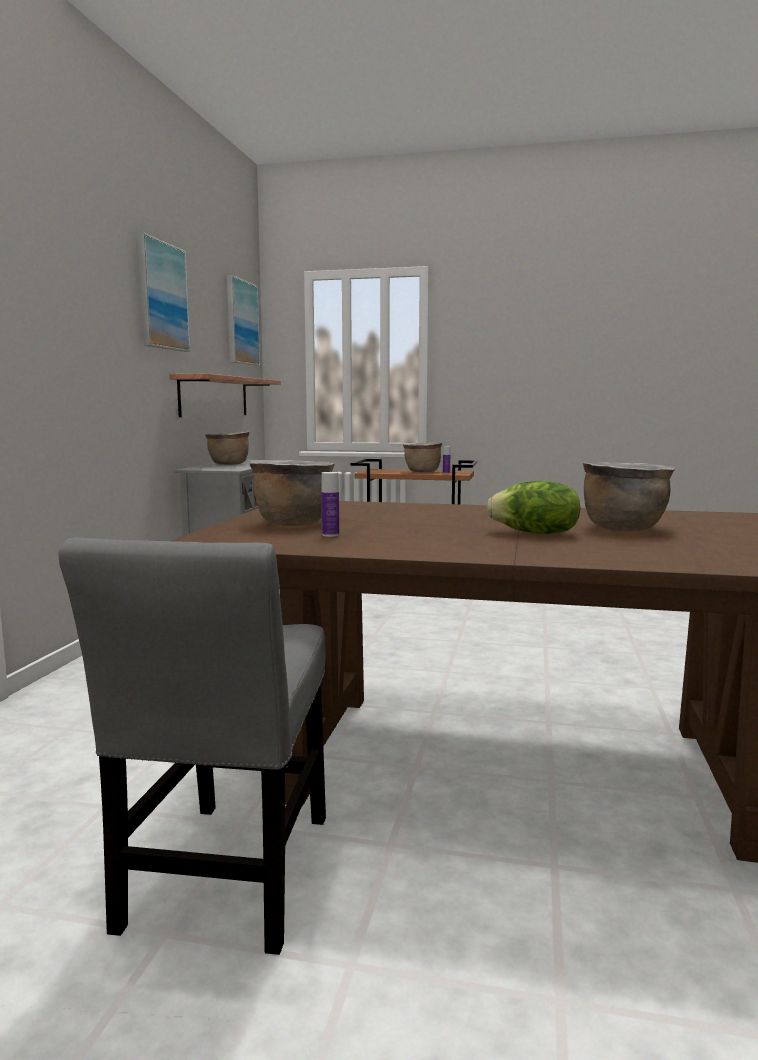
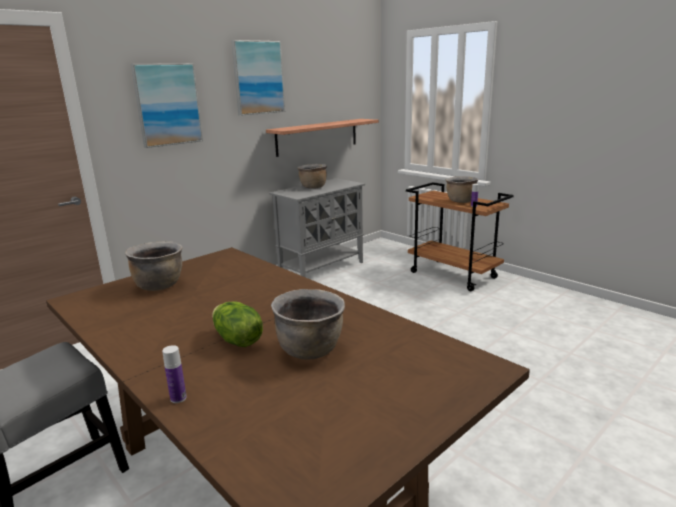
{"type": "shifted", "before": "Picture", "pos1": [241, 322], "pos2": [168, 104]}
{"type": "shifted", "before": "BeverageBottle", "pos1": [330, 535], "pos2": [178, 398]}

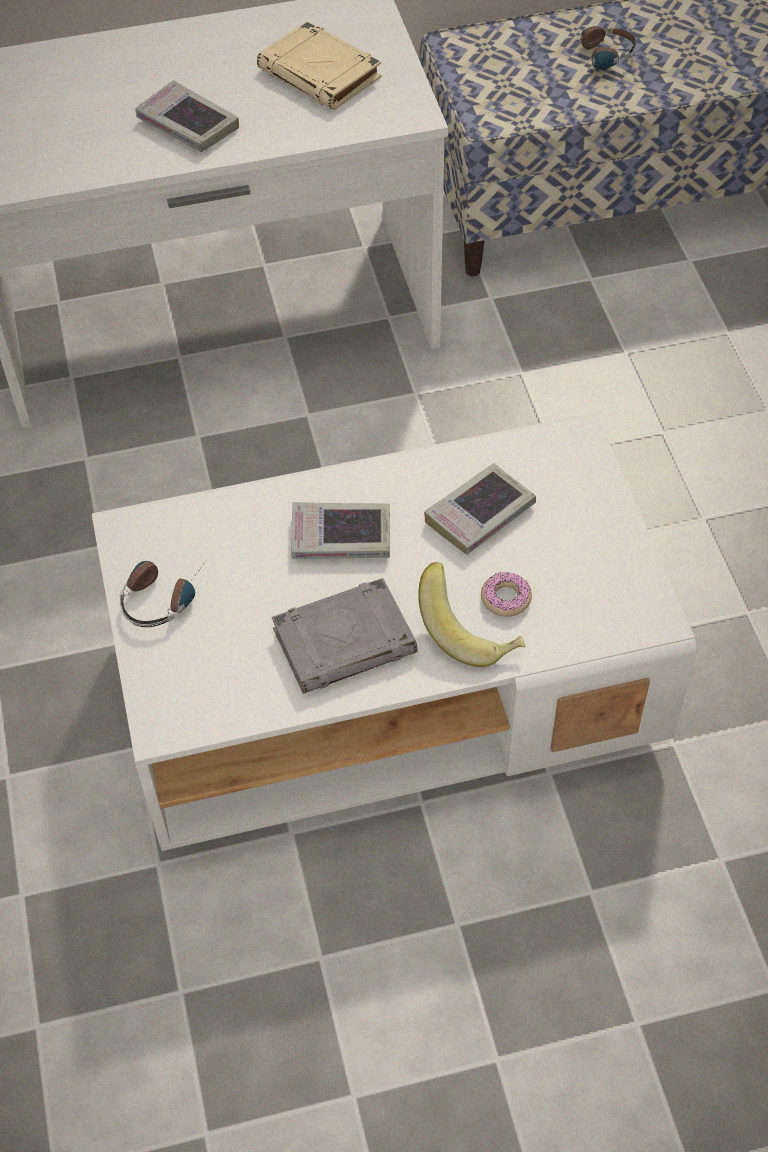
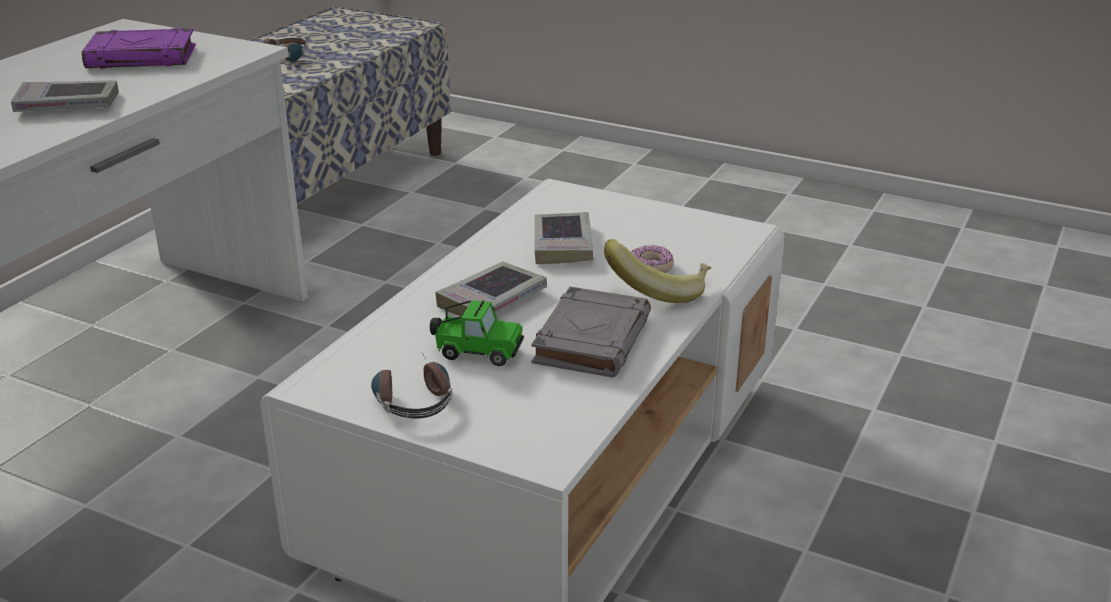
{"type": "repainted", "before": "BeigeColouredVolume", "after": "PurpleVolume", "pos1": [321, 74], "pos2": [143, 57]}
{"type": "new", "after": "MiniatureCar", "pos2": [475, 352]}

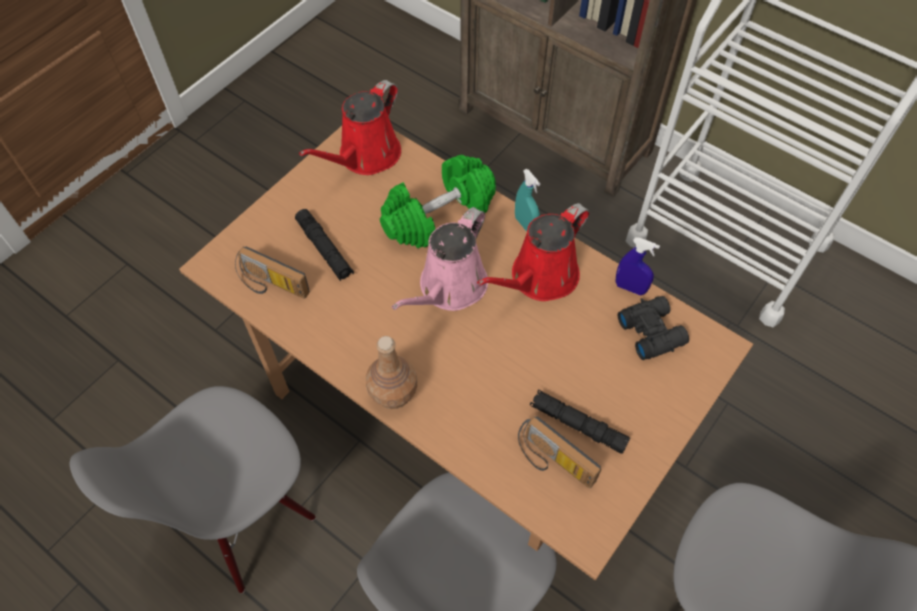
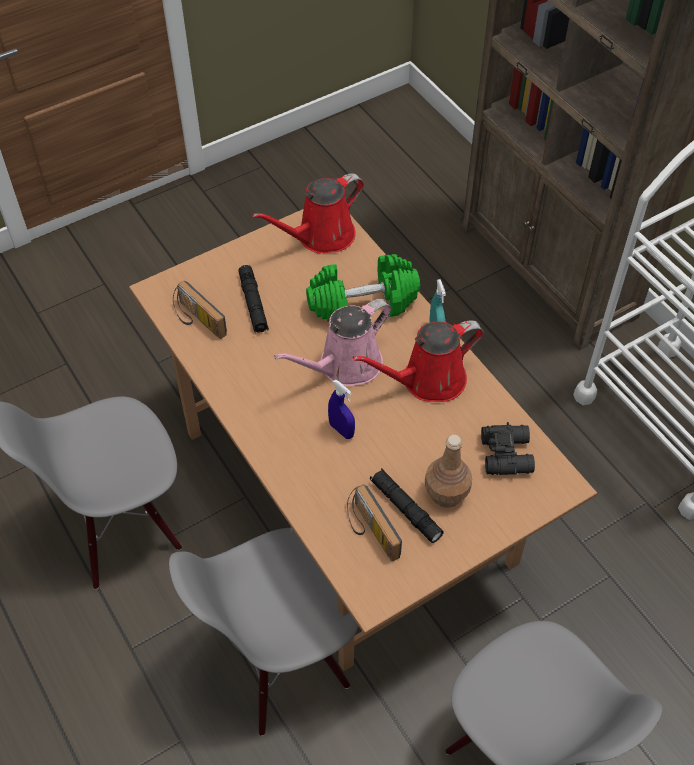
{"type": "shifted", "before": "BluishHandSprayer", "pos1": [630, 288], "pos2": [341, 430]}
{"type": "shifted", "before": "BrownColouredBeverageBottle", "pos1": [394, 393], "pos2": [447, 494]}

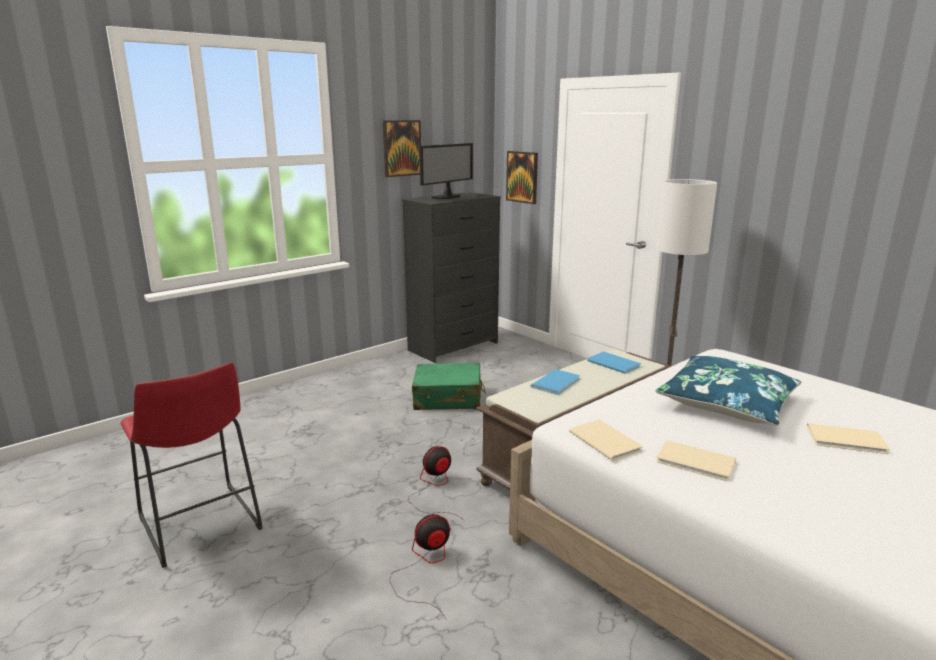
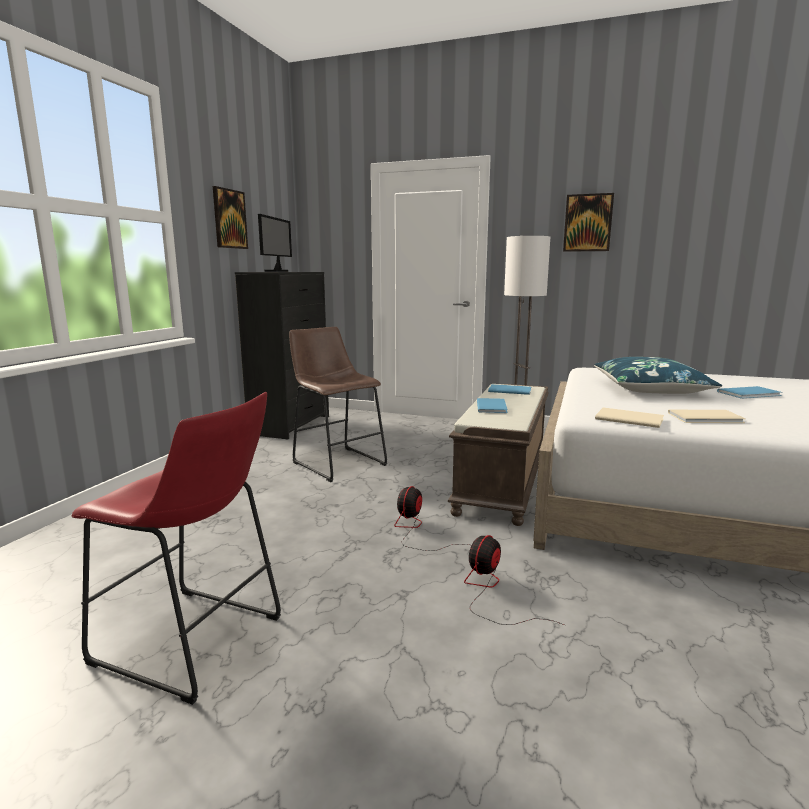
{"type": "swapped", "before": "GreenishPieceOfLuggage", "after": "BrownColouredStool", "pos1": [448, 398], "pos2": [337, 462]}
{"type": "shifted", "before": "Picture", "pos1": [522, 177], "pos2": [588, 223]}
{"type": "repainted", "before": "BeigeColouredVolume", "after": "BluishVolume", "pos1": [848, 441], "pos2": [751, 394]}

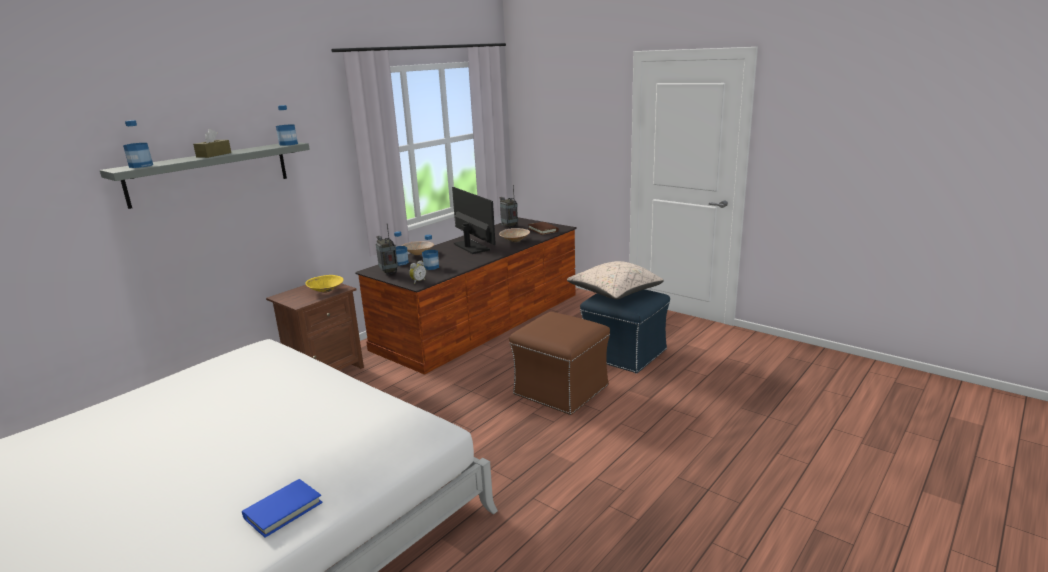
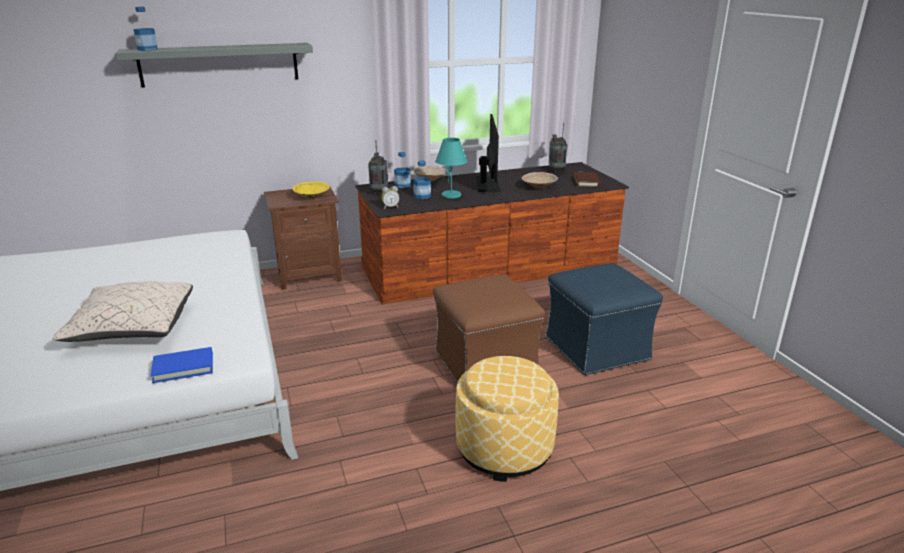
{"type": "shifted", "before": "BeigeColouredPillow", "pos1": [614, 293], "pos2": [133, 328]}
{"type": "shifted", "before": "BluishVolume", "pos1": [283, 510], "pos2": [183, 367]}
{"type": "new", "after": "BlueGreenLampForATable", "pos2": [451, 196]}
{"type": "new", "after": "Footrest", "pos2": [504, 448]}
{"type": "gone", "before": "BrownColouredTissueBox", "pos1": [214, 155]}
{"type": "gone", "before": "BeverageBottle", "pos1": [288, 144]}

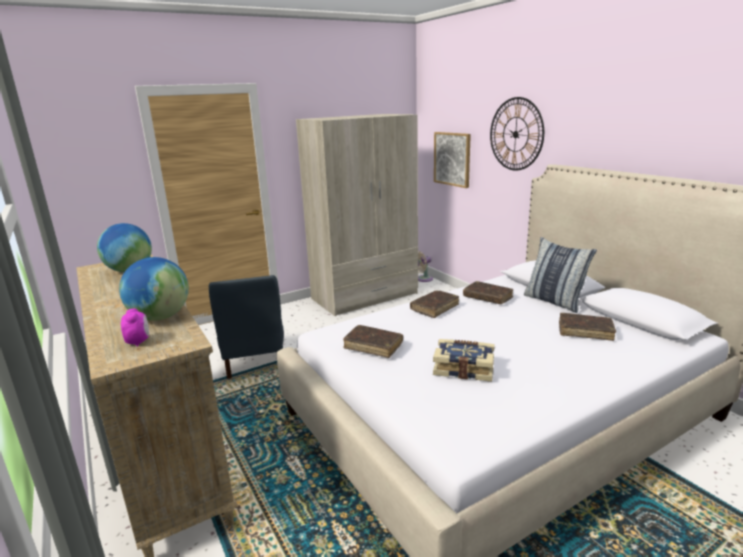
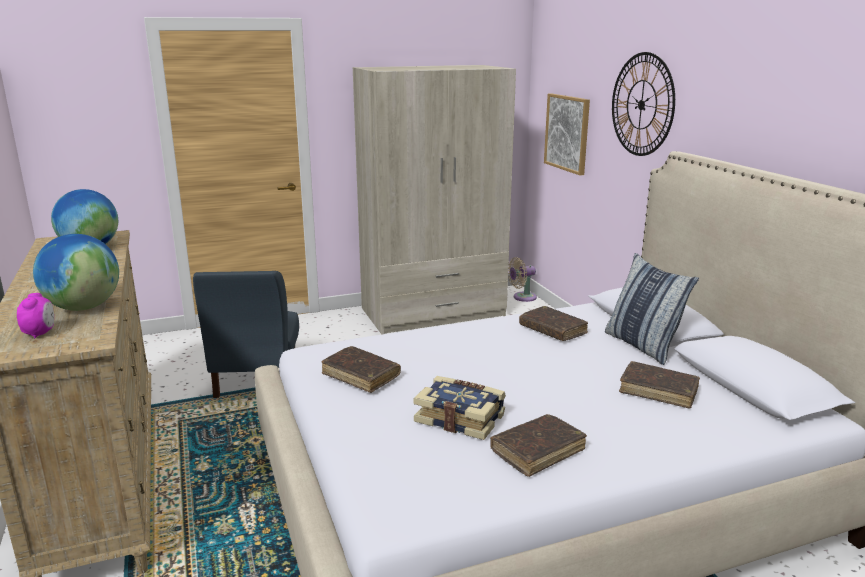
{"type": "shifted", "before": "BrownColouredVolume", "pos1": [434, 308], "pos2": [537, 451]}

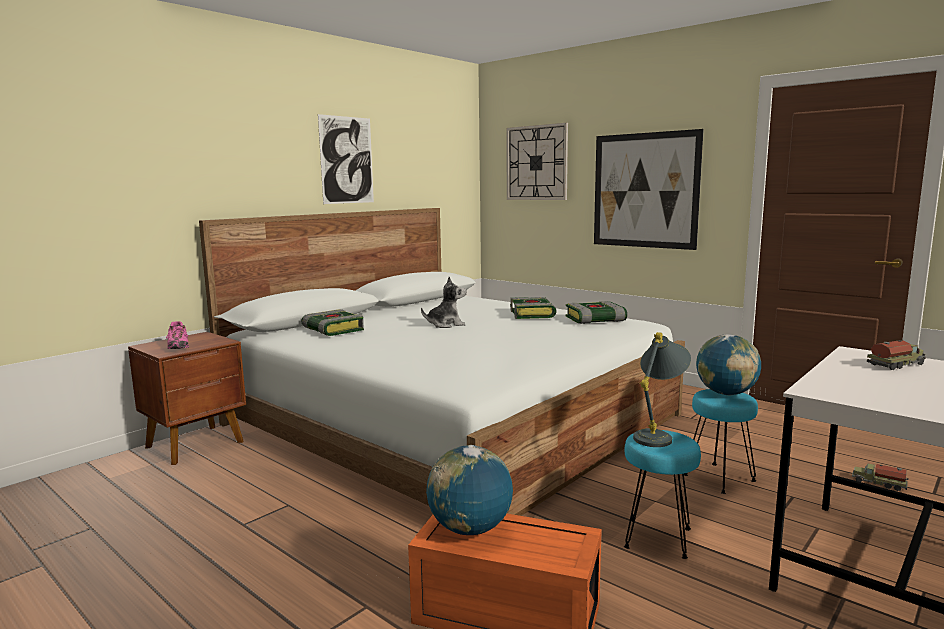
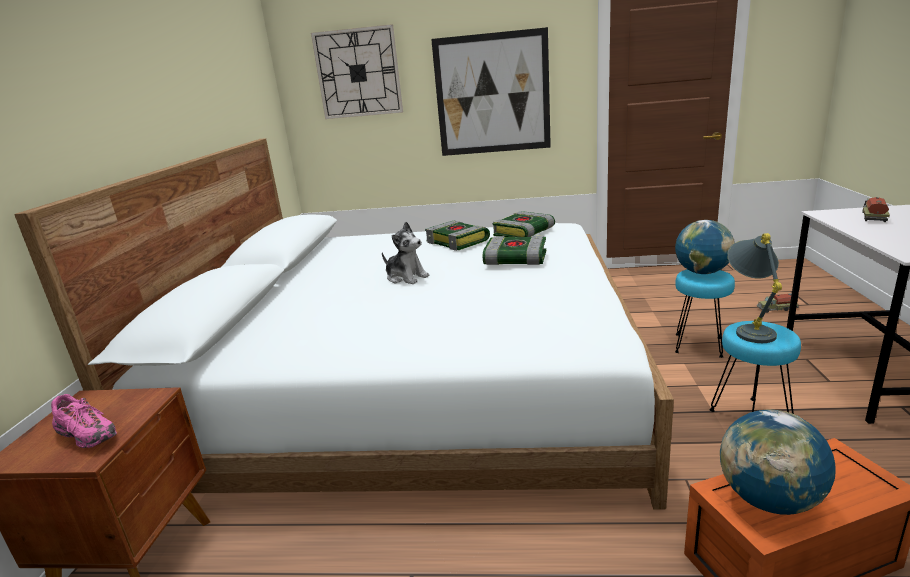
{"type": "rotated", "before": "PlushToy", "pos1": [446, 325], "pos2": [406, 277], "turn": 90}
{"type": "shifted", "before": "Volume", "pos1": [332, 330], "pos2": [514, 260]}
{"type": "gone", "before": "Picture", "pos1": [347, 160]}

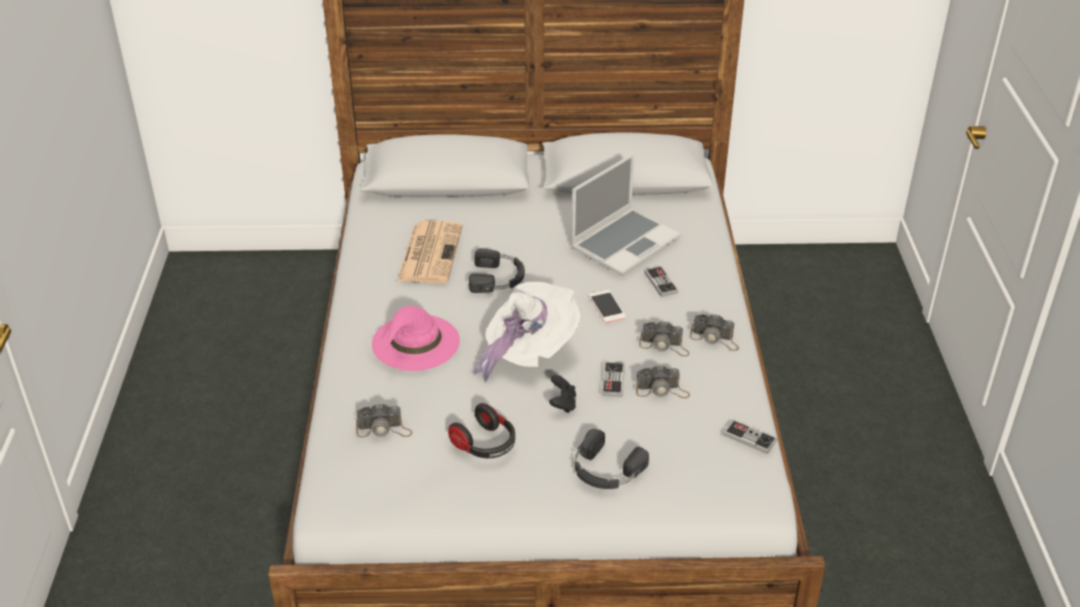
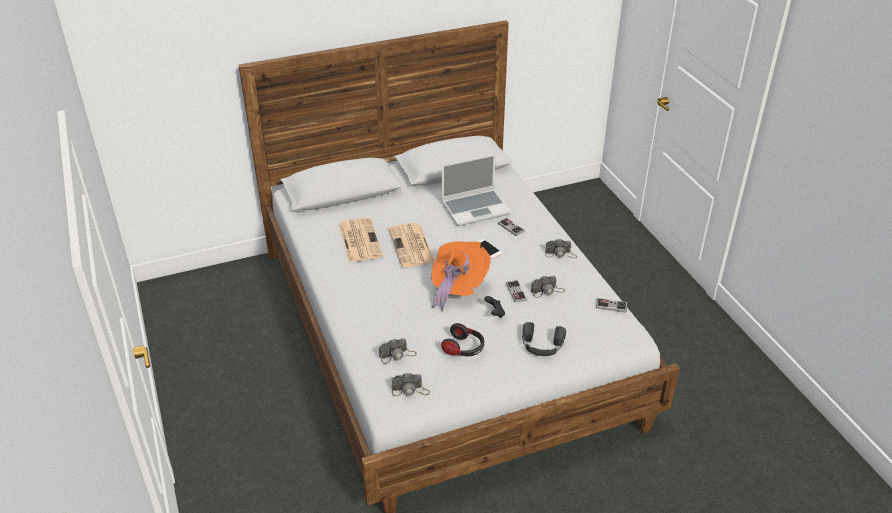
{"type": "swapped", "before": "BlackishPairOfHeadphones", "after": "DailyPaper", "pos1": [498, 278], "pos2": [412, 246]}
{"type": "shifted", "before": "PhotoCamera", "pos1": [664, 346], "pos2": [410, 390]}
{"type": "repainted", "before": "WhiteWearableHat", "after": "OrangeWearableHat", "pos1": [528, 351], "pos2": [457, 286]}
{"type": "rotated", "before": "PortableComputer", "pos1": [625, 242], "pos2": [476, 208], "turn": 45}
{"type": "gone", "before": "PinkWearableHat", "pos1": [415, 343]}

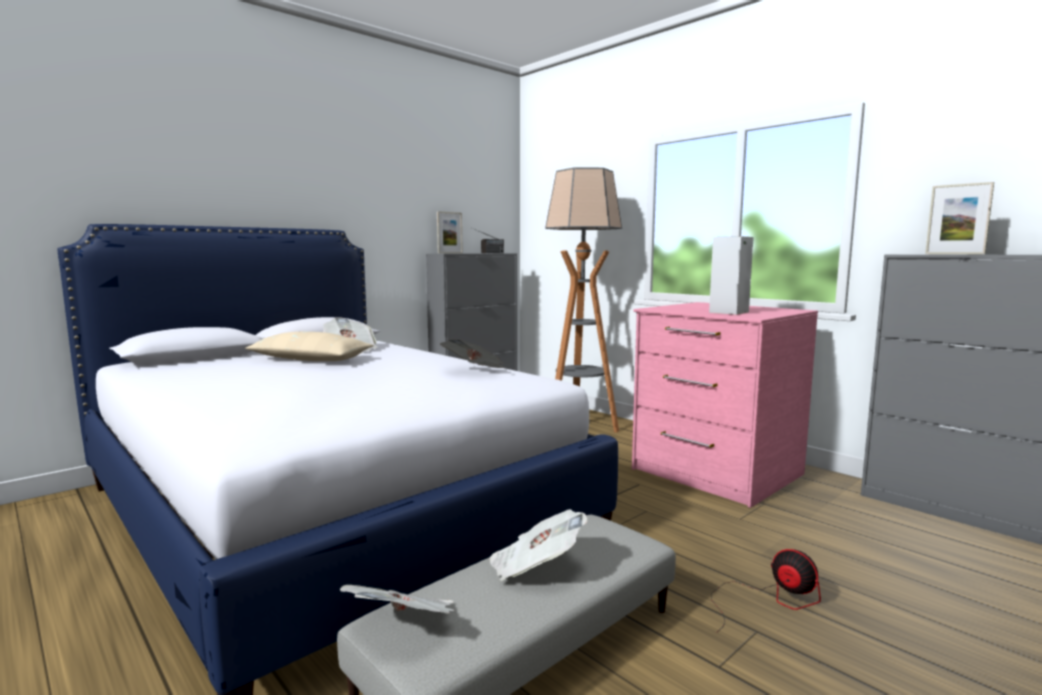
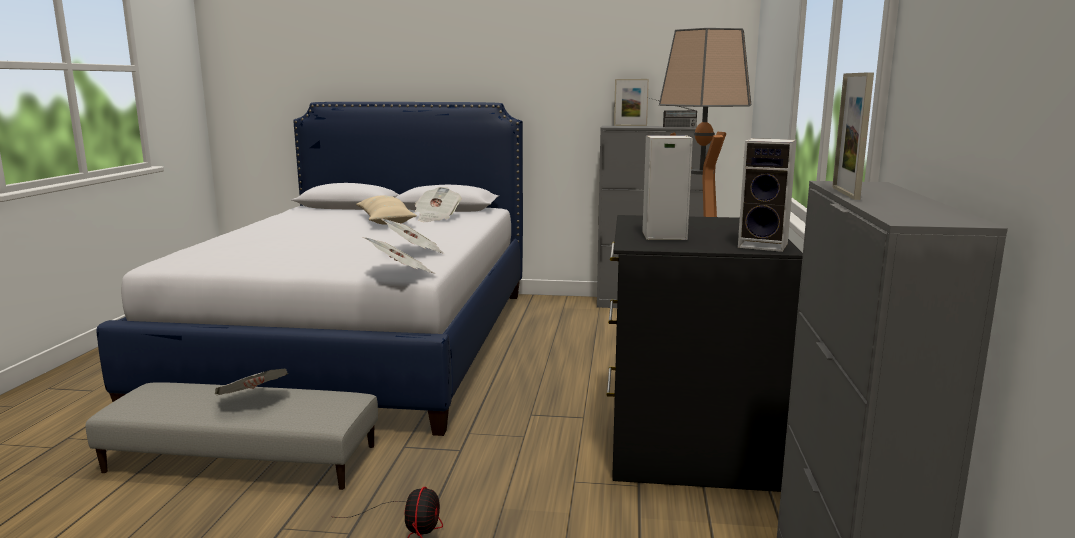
{"type": "shifted", "before": "DailyPaper", "pos1": [405, 626], "pos2": [401, 273]}
{"type": "repainted", "before": "PinkChestOfDrawers", "after": "BlackishChestOfDrawers", "pos1": [715, 472], "pos2": [686, 442]}
{"type": "new", "after": "AudioSpeaker", "pos2": [765, 245]}

